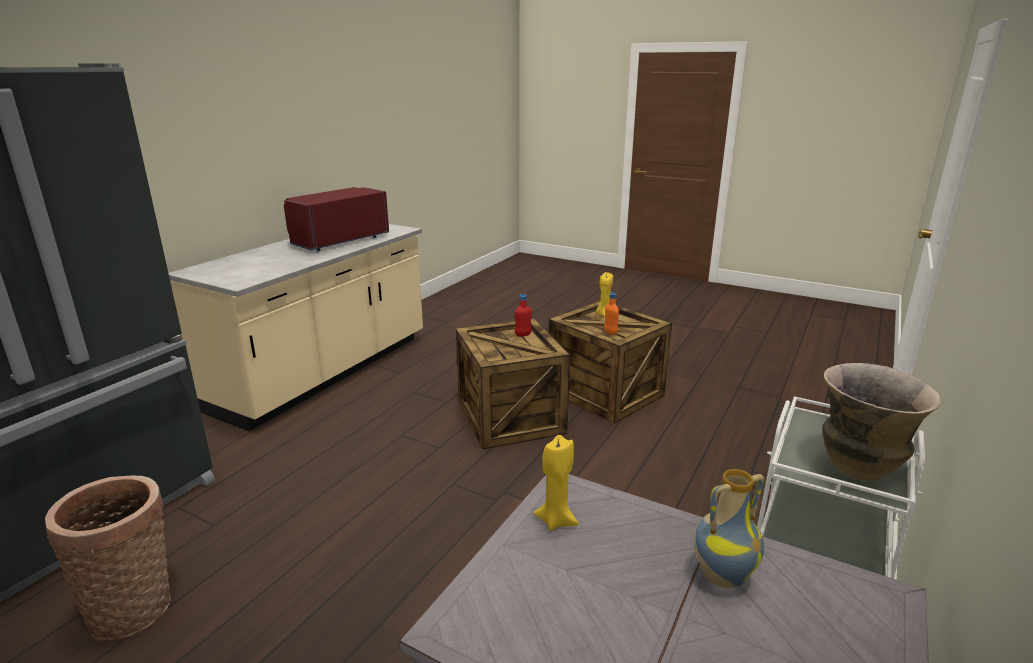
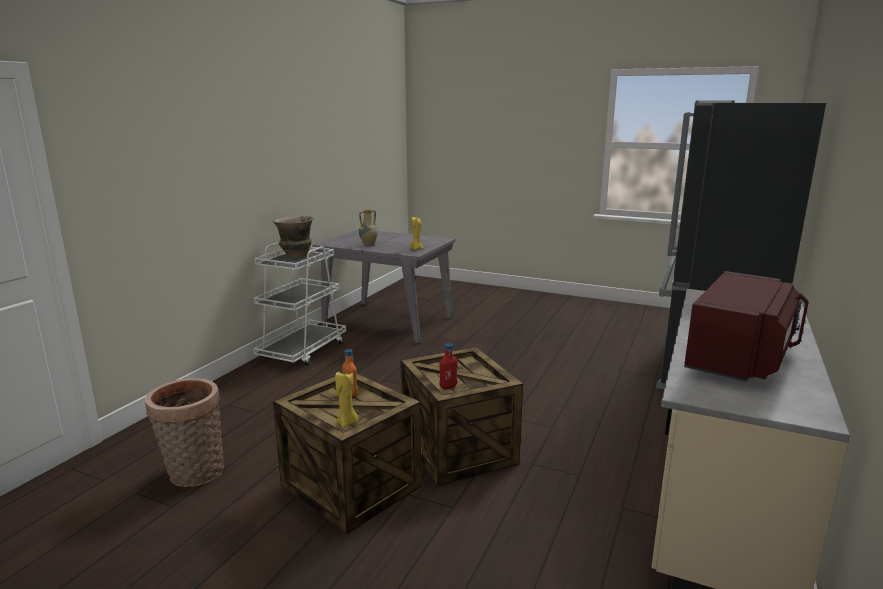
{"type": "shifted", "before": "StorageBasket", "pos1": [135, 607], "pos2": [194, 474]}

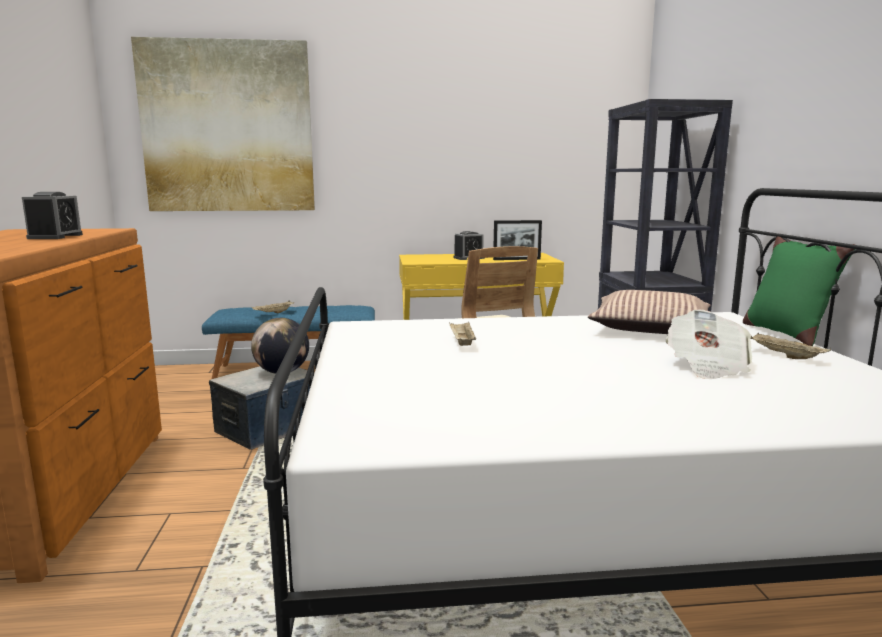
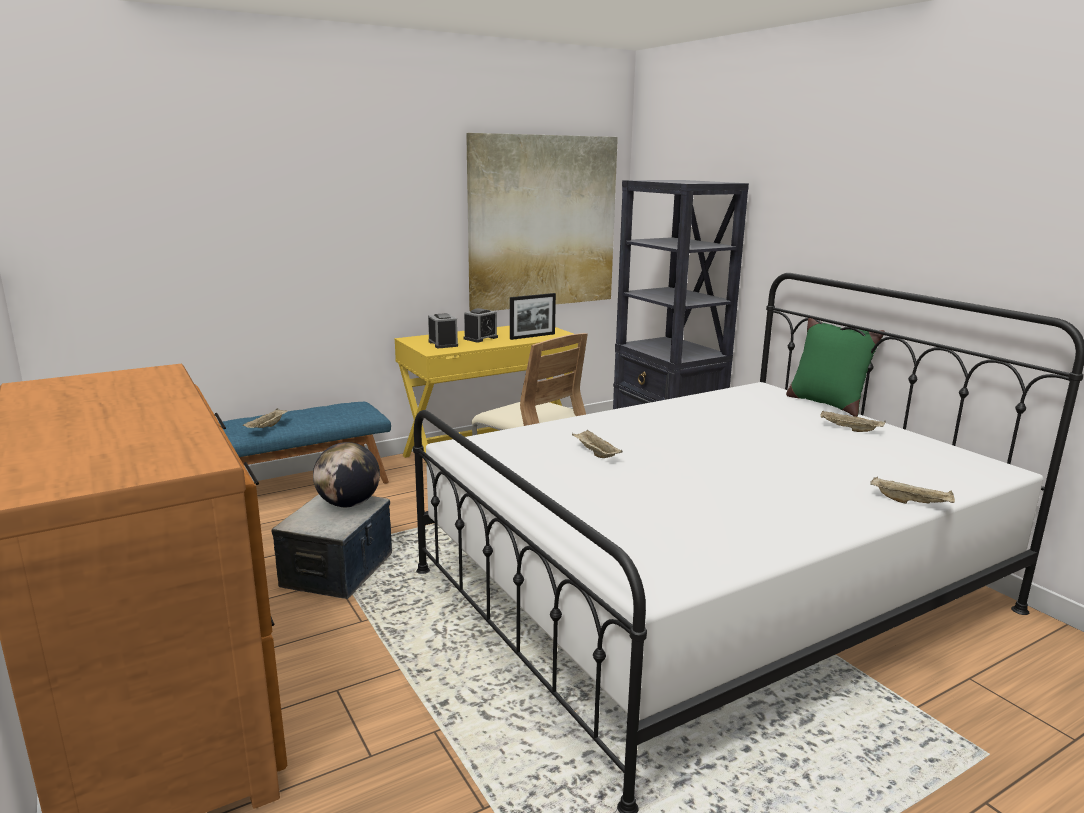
{"type": "shifted", "before": "AlarmClock", "pos1": [55, 236], "pos2": [443, 344]}
{"type": "shifted", "before": "Picture", "pos1": [228, 127], "pos2": [542, 222]}
{"type": "new", "after": "BeigeColouredCarryingTray", "pos2": [911, 502]}
{"type": "gone", "before": "Pillow", "pos1": [650, 328]}
{"type": "gone", "before": "DailyPaper", "pos1": [706, 366]}

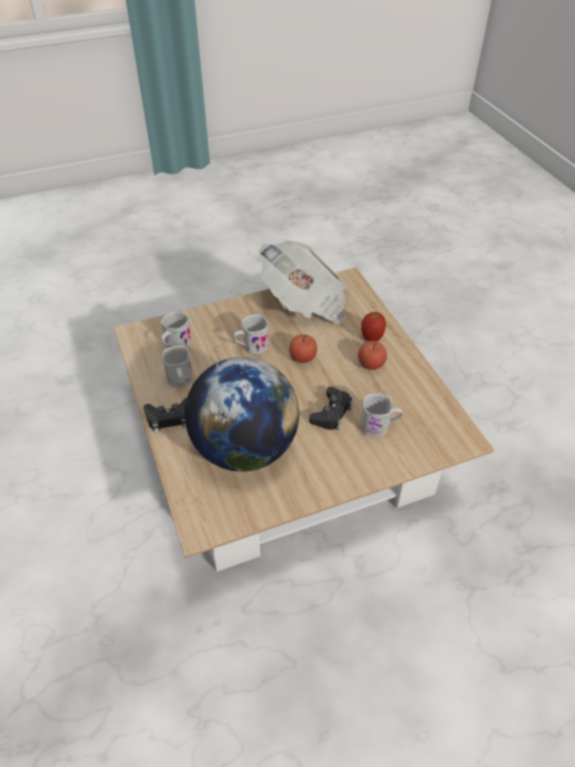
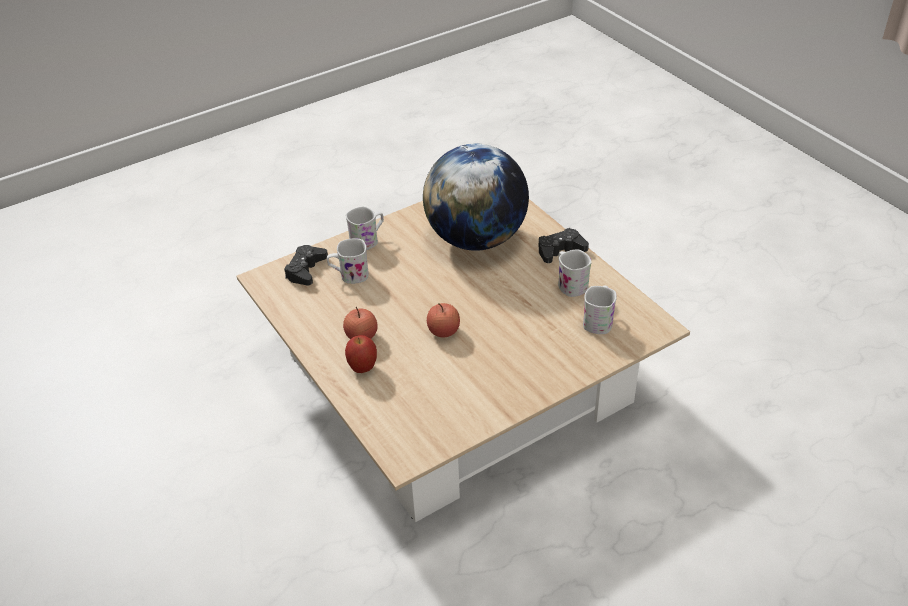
{"type": "shifted", "before": "BlackishJoypad", "pos1": [331, 413], "pos2": [306, 270]}
{"type": "shifted", "before": "WhiteTeaMug", "pos1": [251, 347], "pos2": [368, 240]}
{"type": "gone", "before": "DailyPaper", "pos1": [305, 302]}

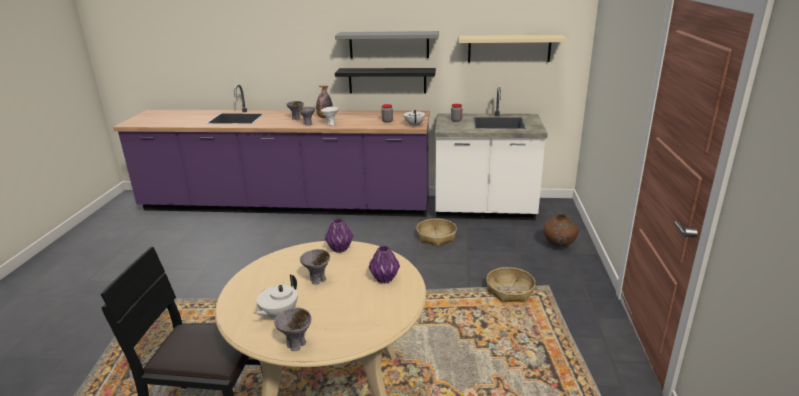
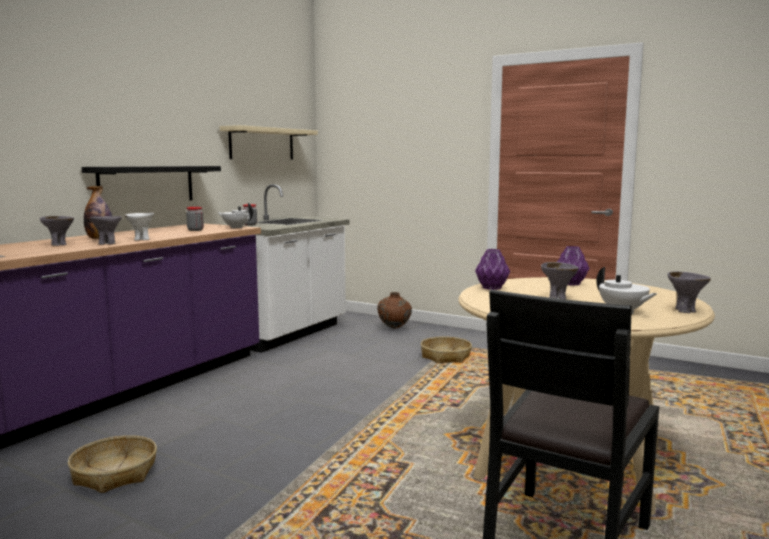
{"type": "shifted", "before": "StorageBasket", "pos1": [436, 237], "pos2": [115, 473]}
{"type": "gone", "before": "GreyishBracketShelf", "pos1": [389, 44]}

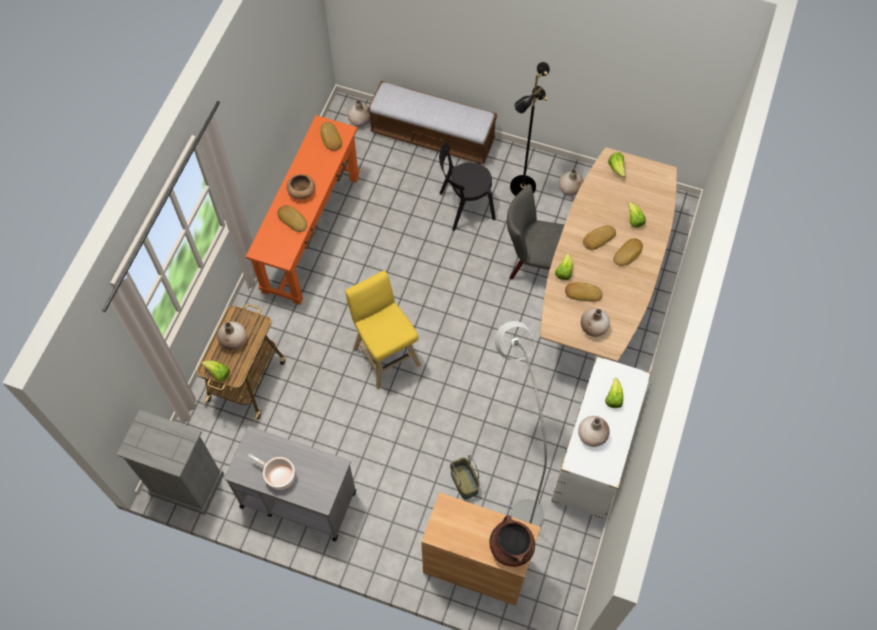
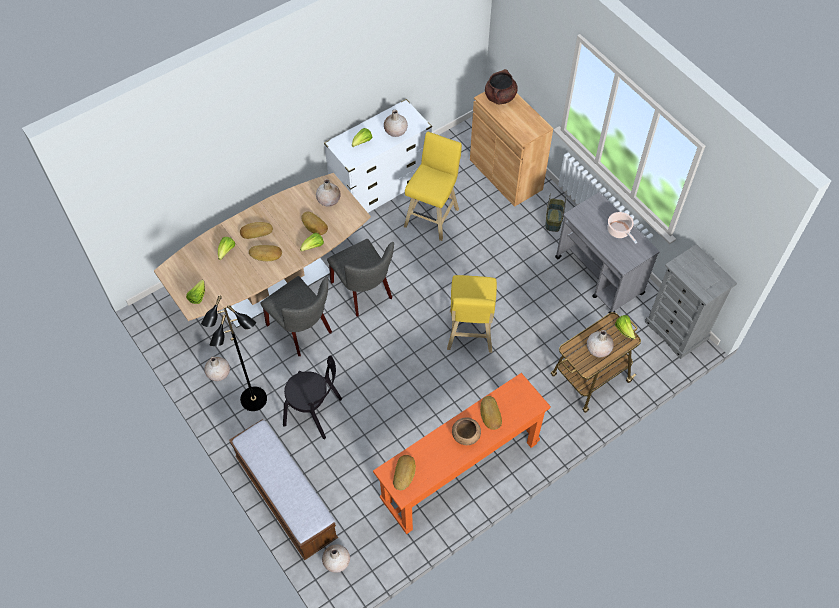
{"type": "new", "after": "GreyishUprightChair", "pos2": [364, 292]}
{"type": "swapped", "before": "GreyishFloorLamp", "after": "YellowStool", "pos1": [514, 458], "pos2": [432, 216]}
{"type": "shifted", "before": "StorageBasket", "pos1": [465, 482], "pos2": [553, 220]}

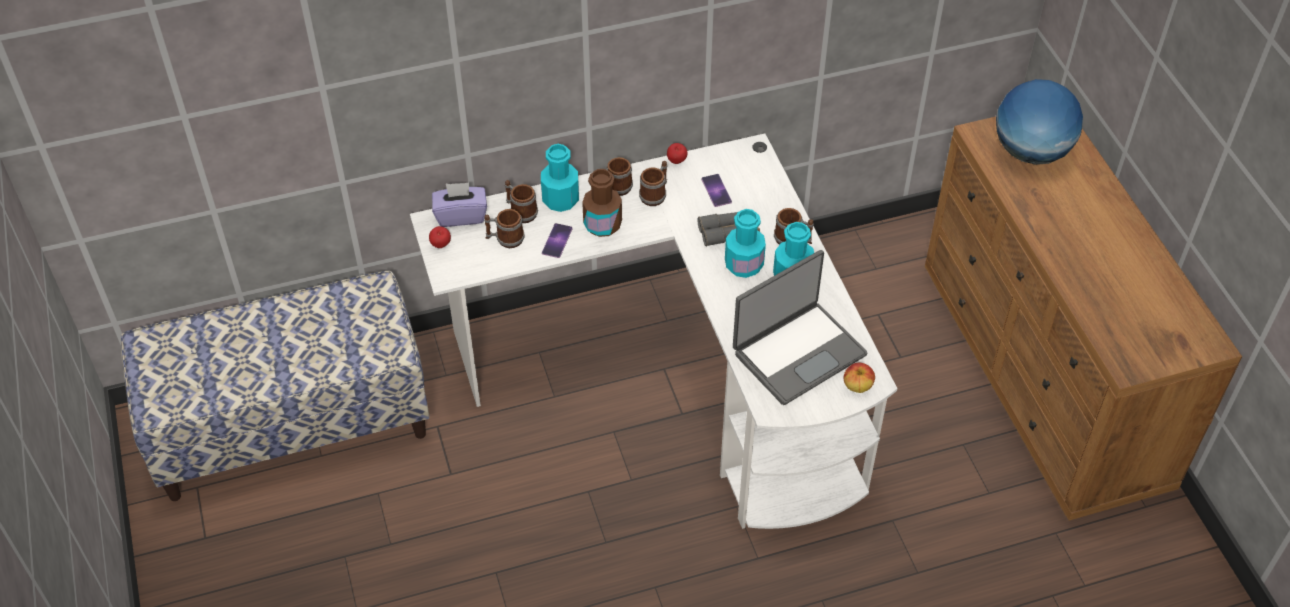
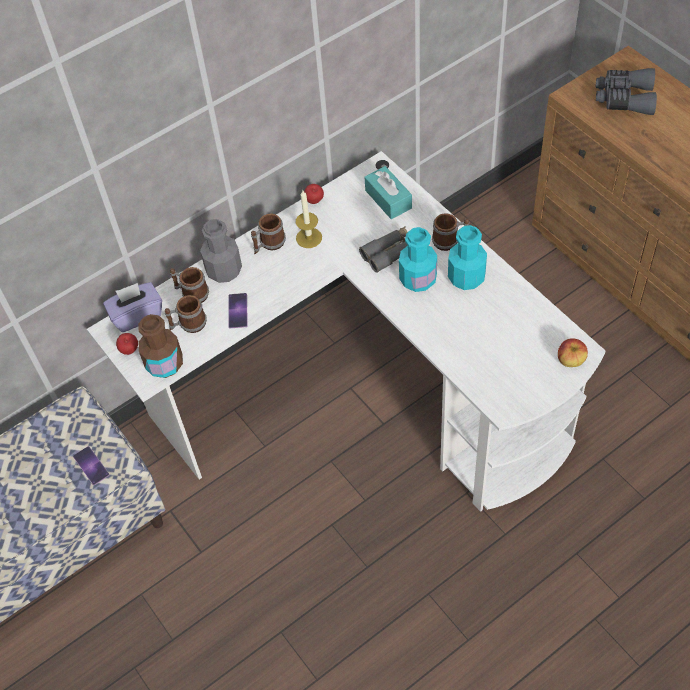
{"type": "shifted", "before": "Handset", "pos1": [716, 190], "pos2": [91, 465]}
{"type": "shifted", "before": "BrownColouredBeverageBottle", "pos1": [602, 224], "pos2": [164, 364]}
{"type": "repainted", "before": "BlueGreenBeverageBottle", "after": "GreyishBeverageBottle", "pos1": [560, 199], "pos2": [224, 270]}
{"type": "swapped", "before": "TeaMug", "after": "WaxLight", "pos1": [655, 194], "pos2": [309, 238]}
{"type": "new", "after": "BlueGreenTissueBox", "pos2": [388, 199]}
{"type": "swapped", "before": "WorldGlobe", "after": "GreyishPairOfBinoculars", "pos1": [1030, 152], "pos2": [624, 98]}
{"type": "gone", "before": "PortableComputer", "pos1": [798, 352]}

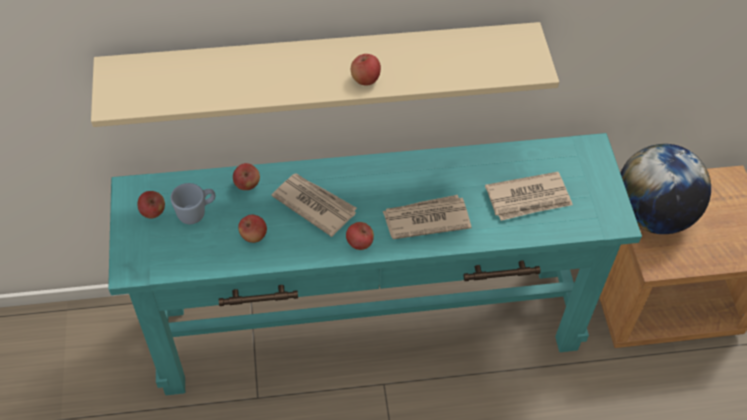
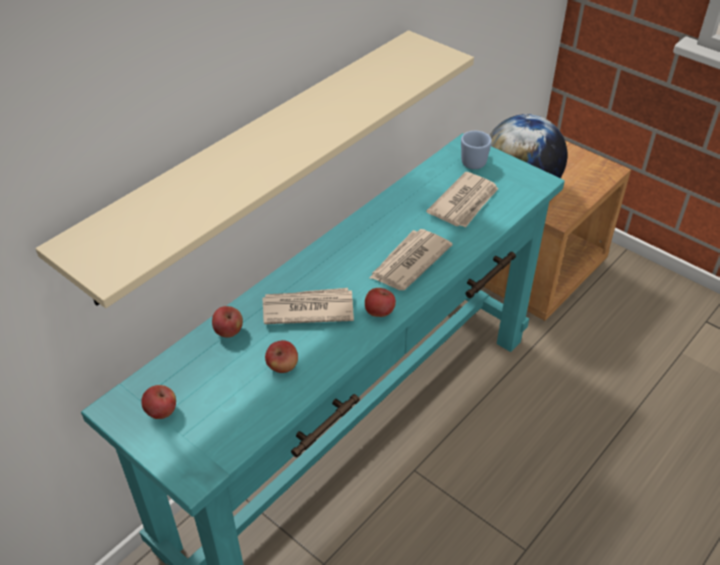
{"type": "shifted", "before": "BluishTeaMug", "pos1": [196, 213], "pos2": [474, 160]}
{"type": "gone", "before": "AppleFruit", "pos1": [365, 79]}

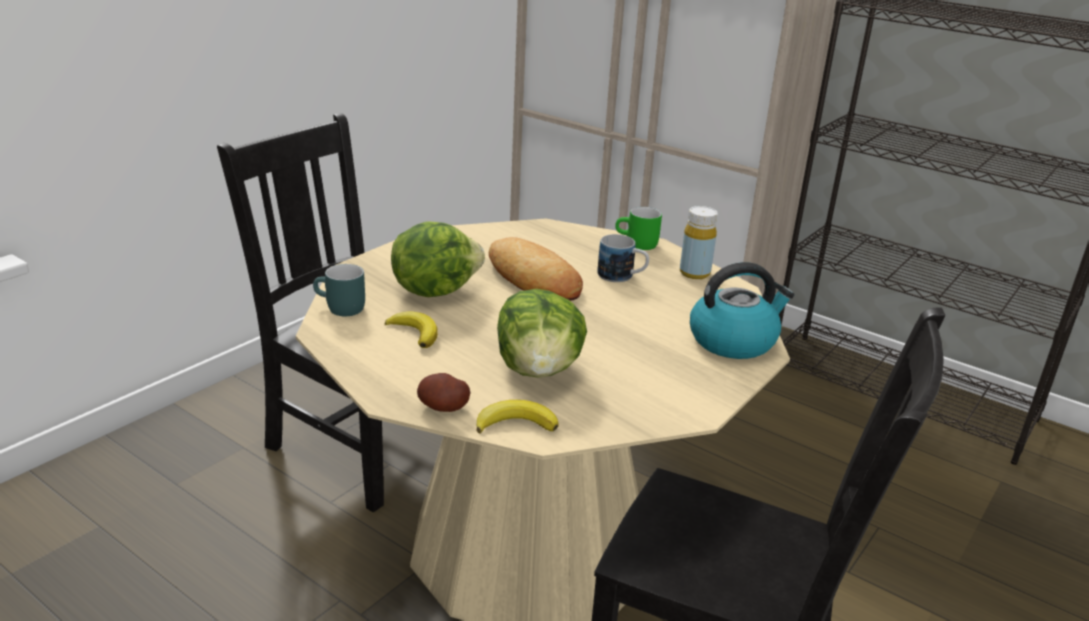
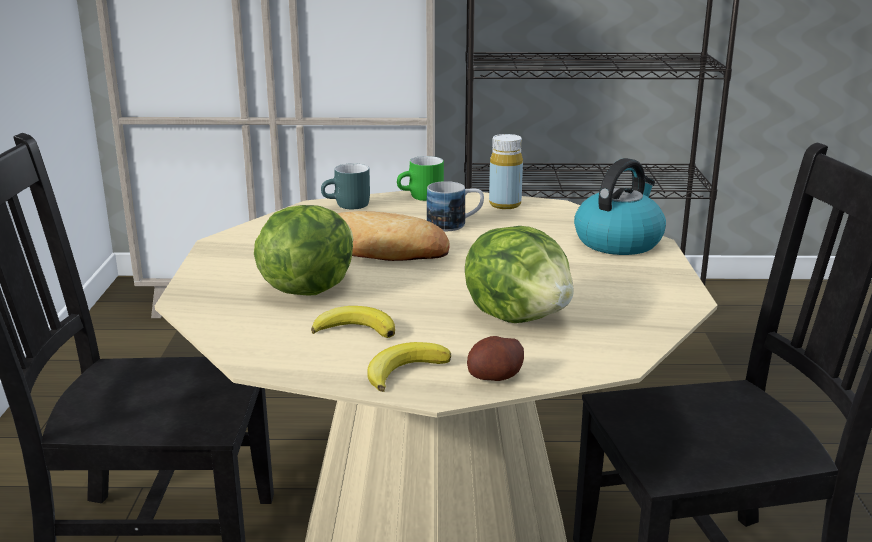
{"type": "shifted", "before": "BlueGreenTeaMug", "pos1": [339, 309], "pos2": [348, 206]}
{"type": "shifted", "before": "WholeBanana", "pos1": [516, 423], "pos2": [404, 370]}

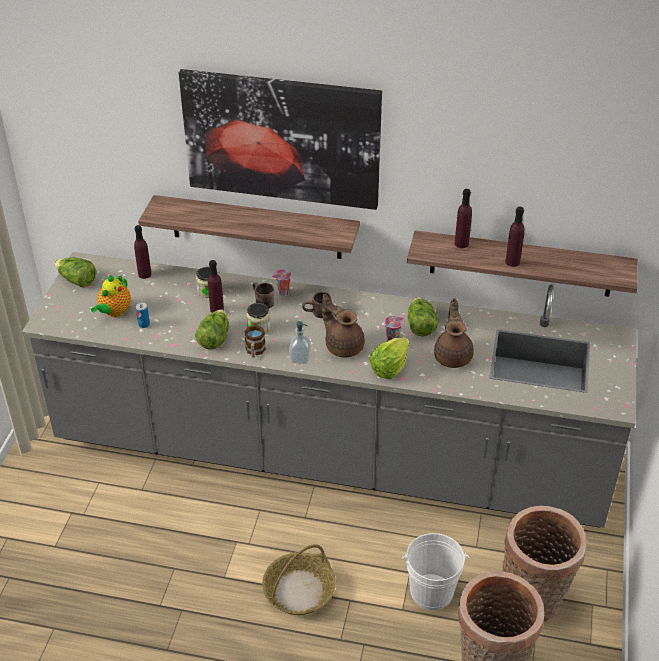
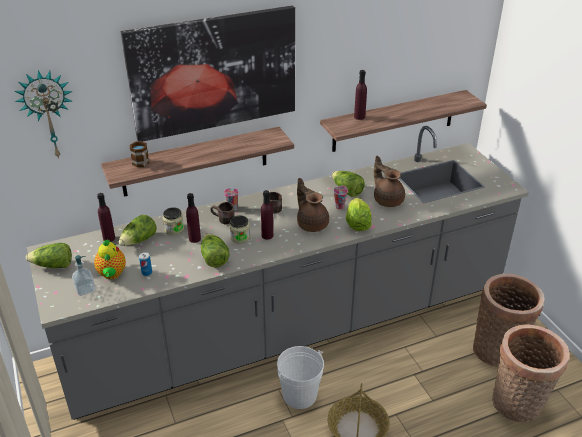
{"type": "new", "after": "ClockOnTheWall", "pos2": [48, 114]}
{"type": "shifted", "before": "SoapDispenser", "pos1": [300, 358], "pos2": [85, 289]}
{"type": "new", "after": "HeadOfLettuce", "pos2": [139, 241]}
{"type": "shifted", "before": "TeaMug", "pos1": [255, 351], "pos2": [142, 164]}
{"type": "shifted", "before": "PurpleBeverageBottle", "pos1": [512, 262], "pos2": [267, 235]}
{"type": "shifted", "before": "WhiteBucket", "pos1": [431, 592], "pos2": [299, 395]}
{"type": "rotated", "before": "BrownColouredPotForTea", "pos1": [343, 346], "pos2": [312, 223], "turn": 45}

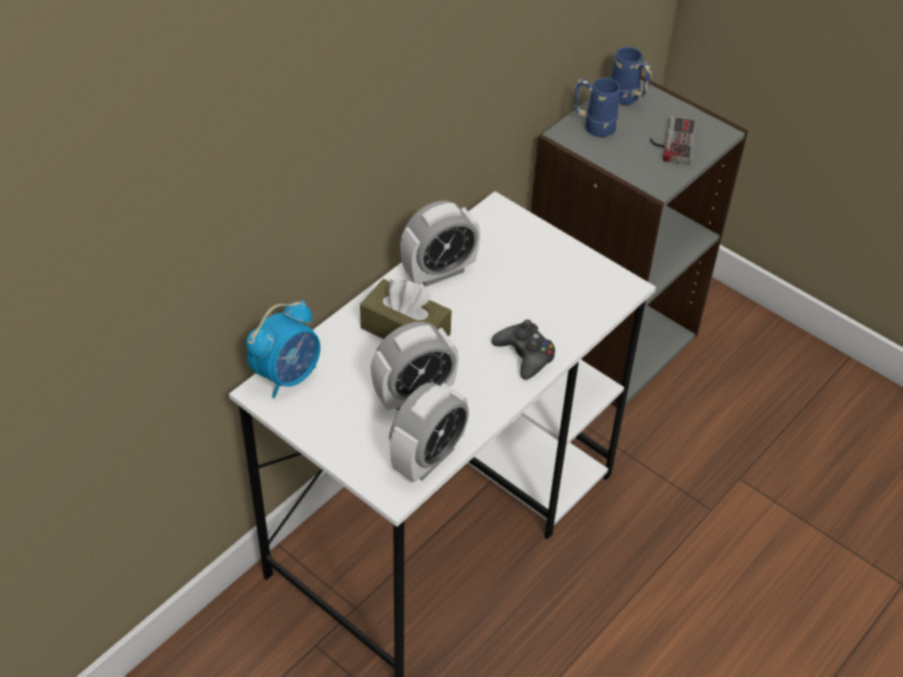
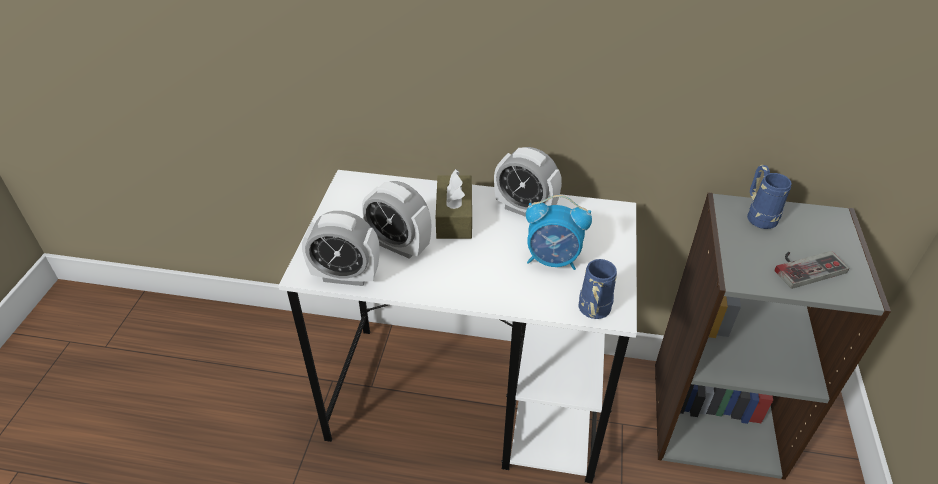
{"type": "shifted", "before": "AlarmClock", "pos1": [287, 375], "pos2": [553, 260]}
{"type": "shifted", "before": "BluishTeaMug", "pos1": [627, 100], "pos2": [592, 312]}
{"type": "gone", "before": "BlackishJoypad", "pos1": [525, 355]}

